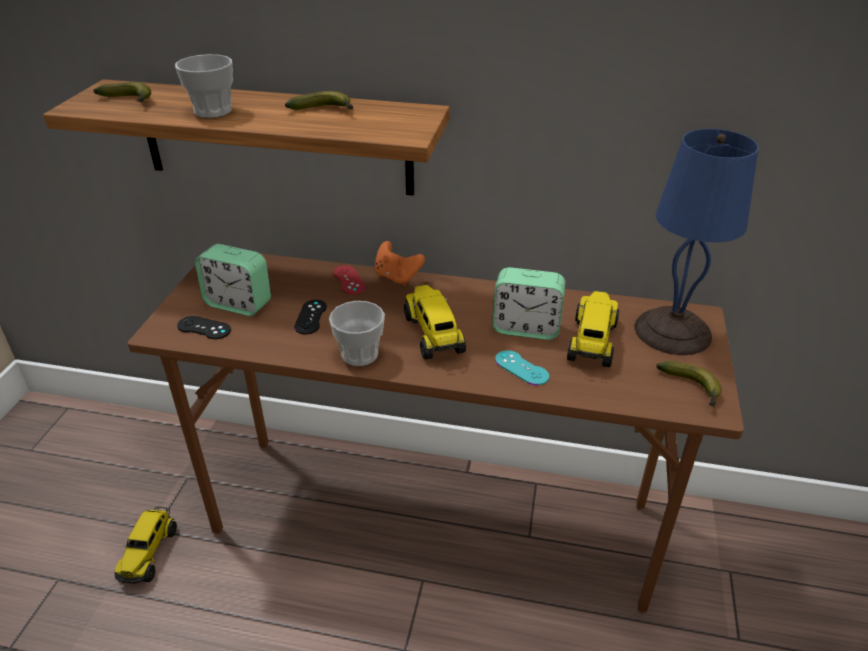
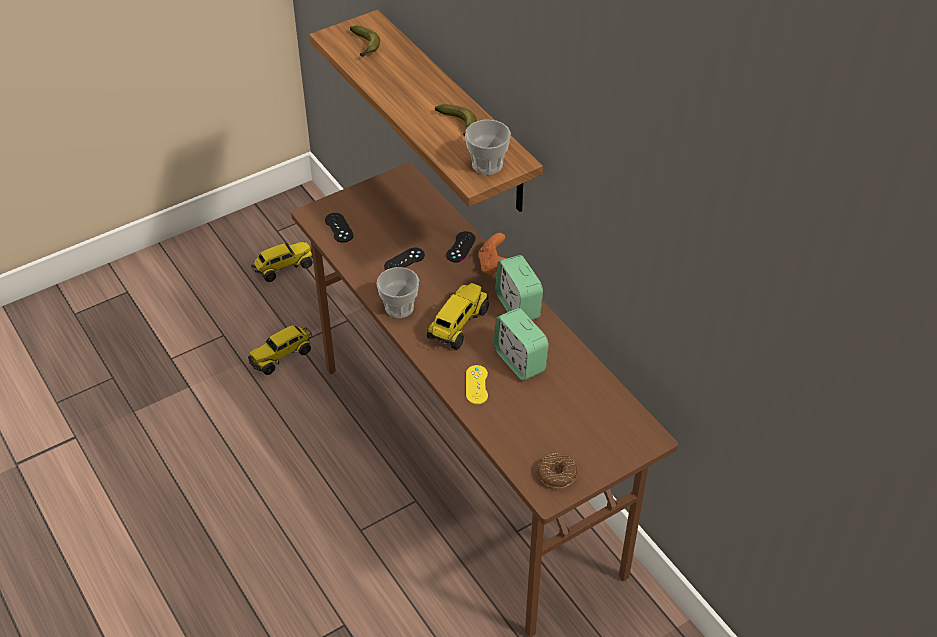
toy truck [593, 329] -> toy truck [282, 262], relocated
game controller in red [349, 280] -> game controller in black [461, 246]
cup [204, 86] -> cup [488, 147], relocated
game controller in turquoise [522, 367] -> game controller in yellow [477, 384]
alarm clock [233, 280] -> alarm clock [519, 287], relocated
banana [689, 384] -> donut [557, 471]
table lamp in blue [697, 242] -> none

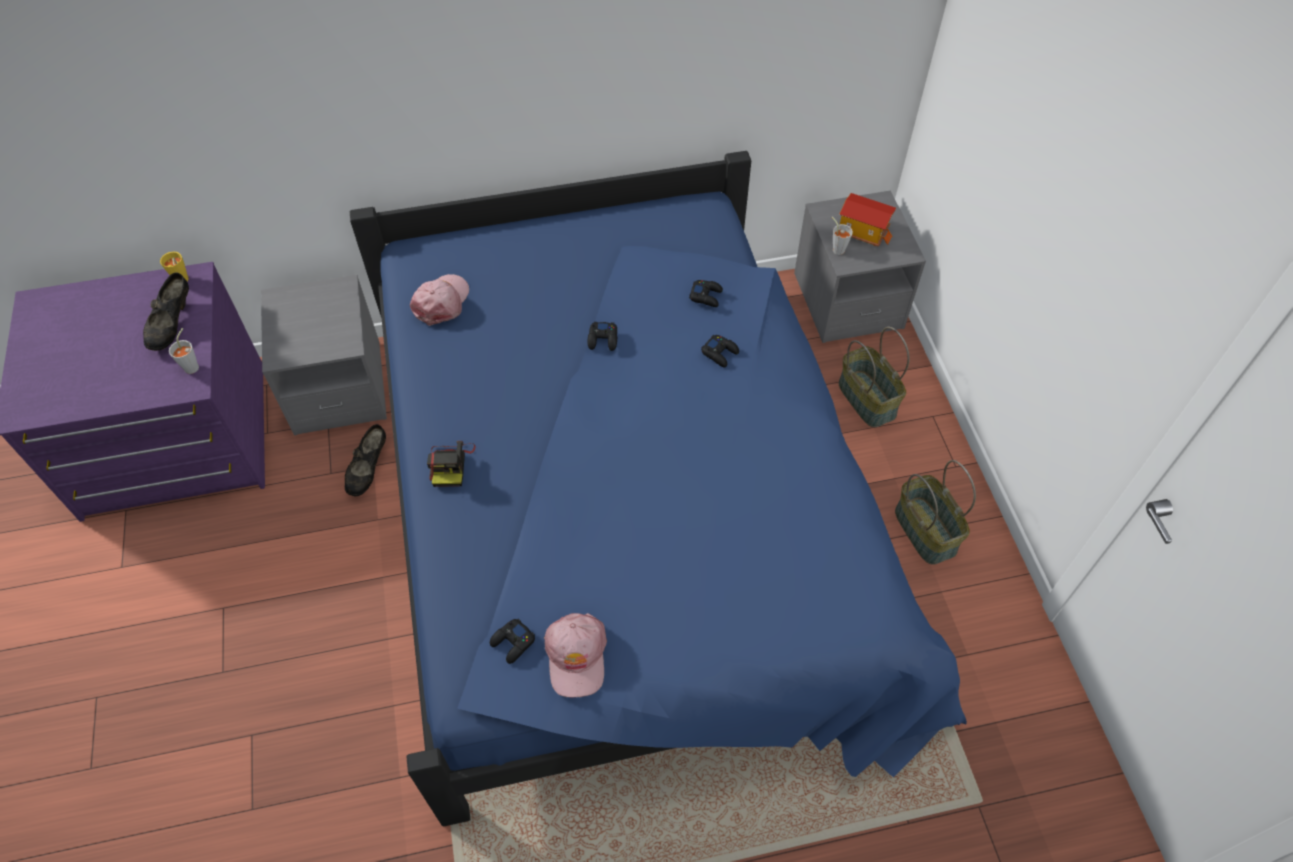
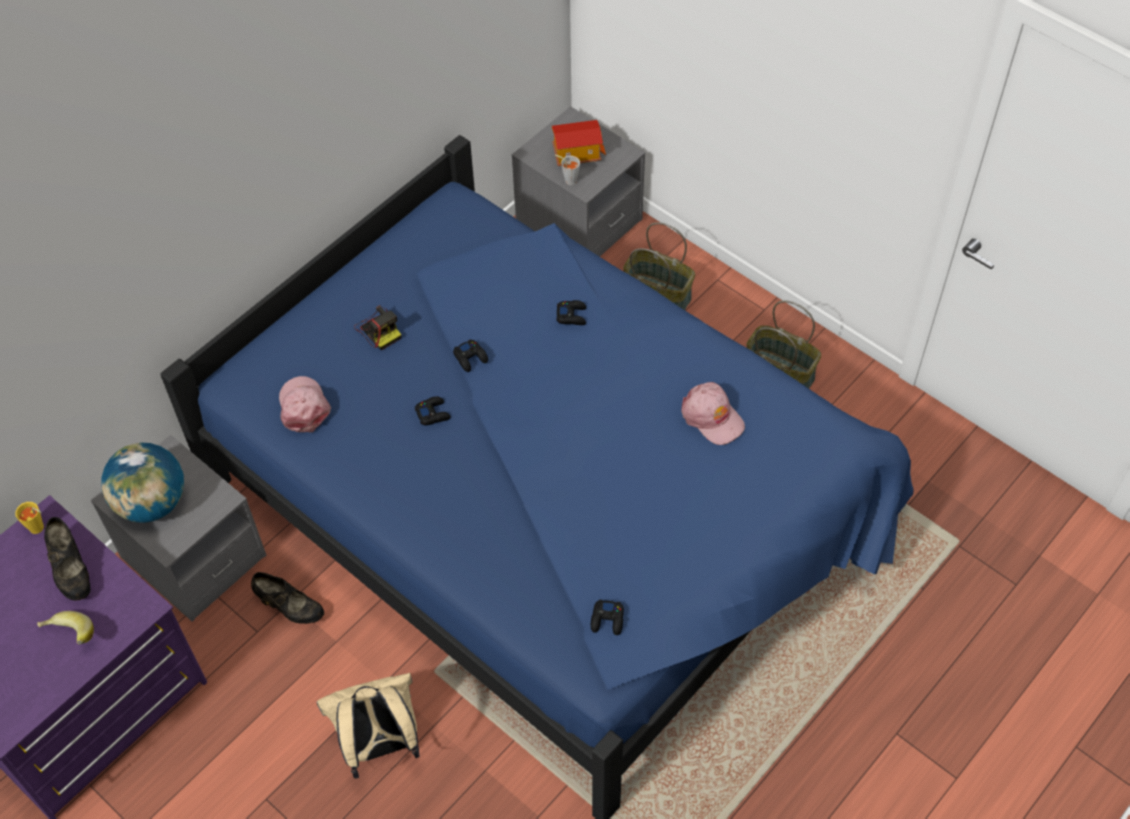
none -> banana [65, 628]
none -> globe [142, 483]
shoe in black [365, 460] -> shoe in black [287, 598], 45 degrees counterclockwise
none -> backpack in beige [368, 726]
photo camera [451, 464] -> photo camera [377, 327], relocated
game controller in black [706, 293] -> game controller in black [433, 411], relocated
cap in pink [575, 655] -> cap in pink [713, 413], relocated
cup in grey [184, 351] -> none

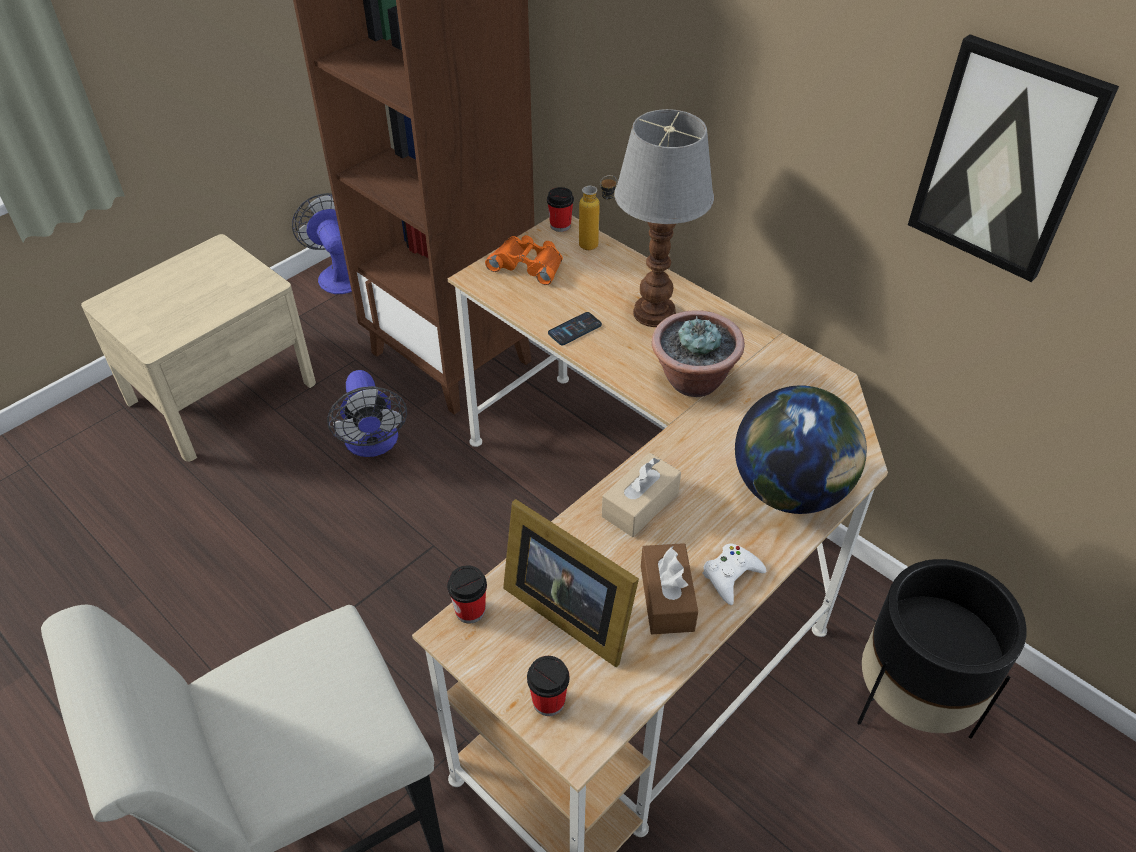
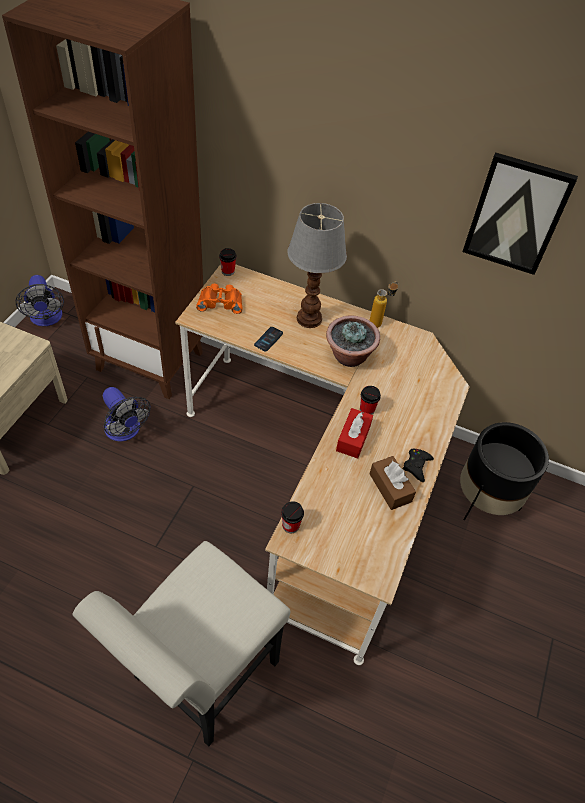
fan [322, 243] -> fan [39, 300], 150 degrees counterclockwise
tissue box in beige [641, 495] -> tissue box in red [354, 433]
cup [548, 686] -> cup [370, 400], relocated
bottle [598, 212] -> bottle [383, 305], relocated
game controller in white [734, 574] -> game controller in black [418, 465]
picture frame [571, 583] -> none
globe [801, 449] -> none

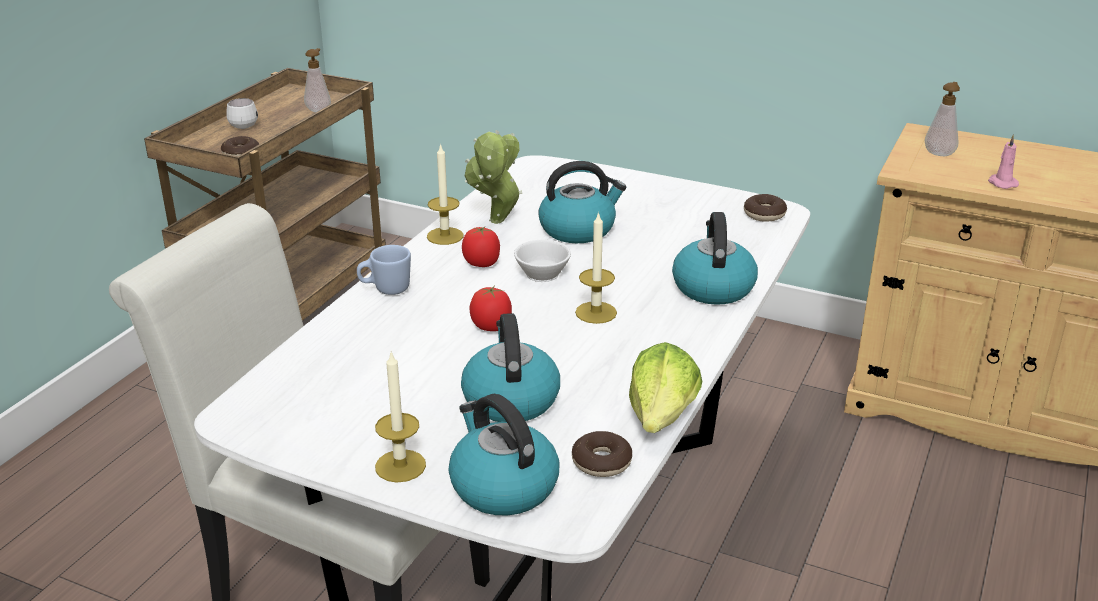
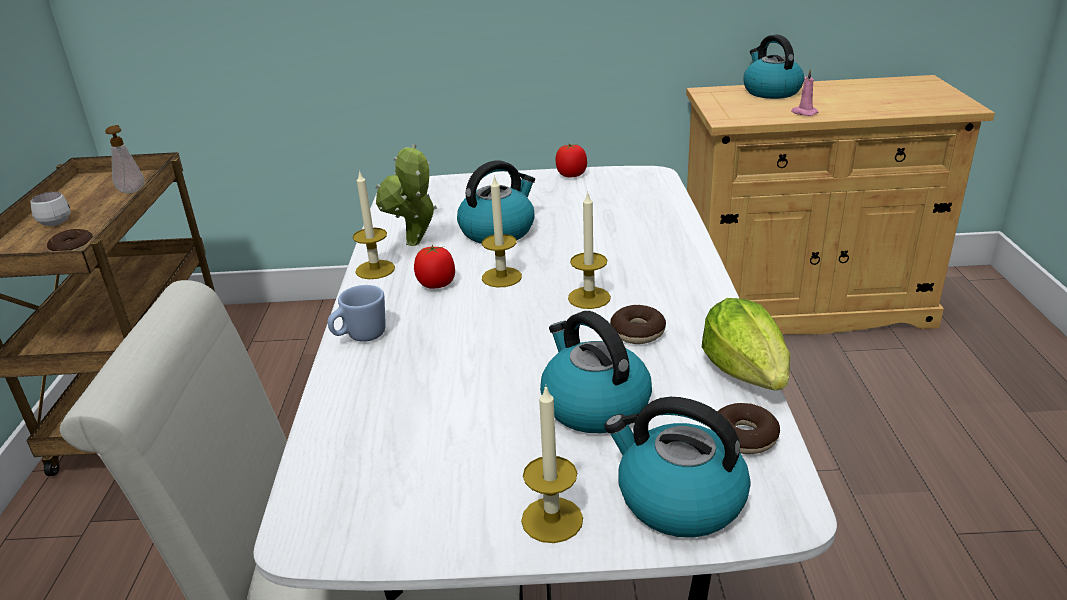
cup in white [542, 260] -> candle [502, 231]
tomato [491, 308] -> tomato [571, 160], relocated
donut [765, 208] -> donut [638, 324], relocated
kettle [715, 258] -> kettle [773, 66], relocated
soap dispenser [942, 119] -> none

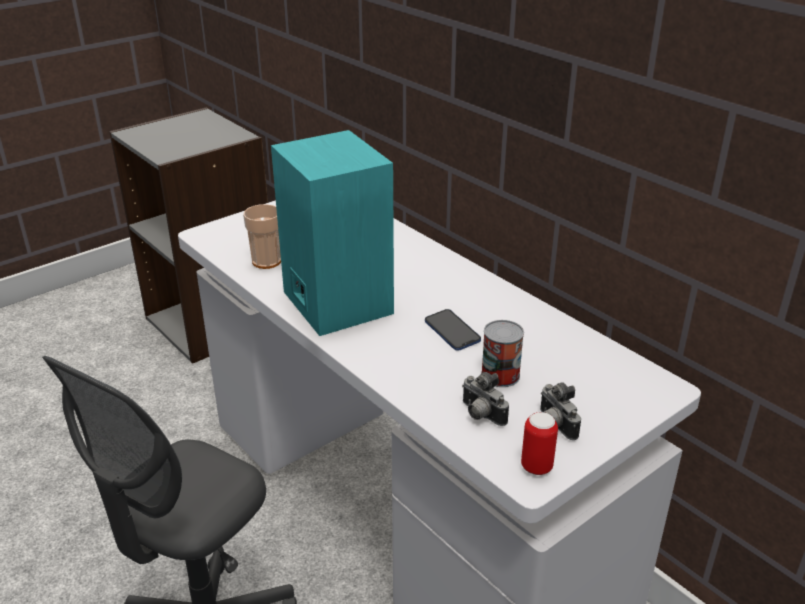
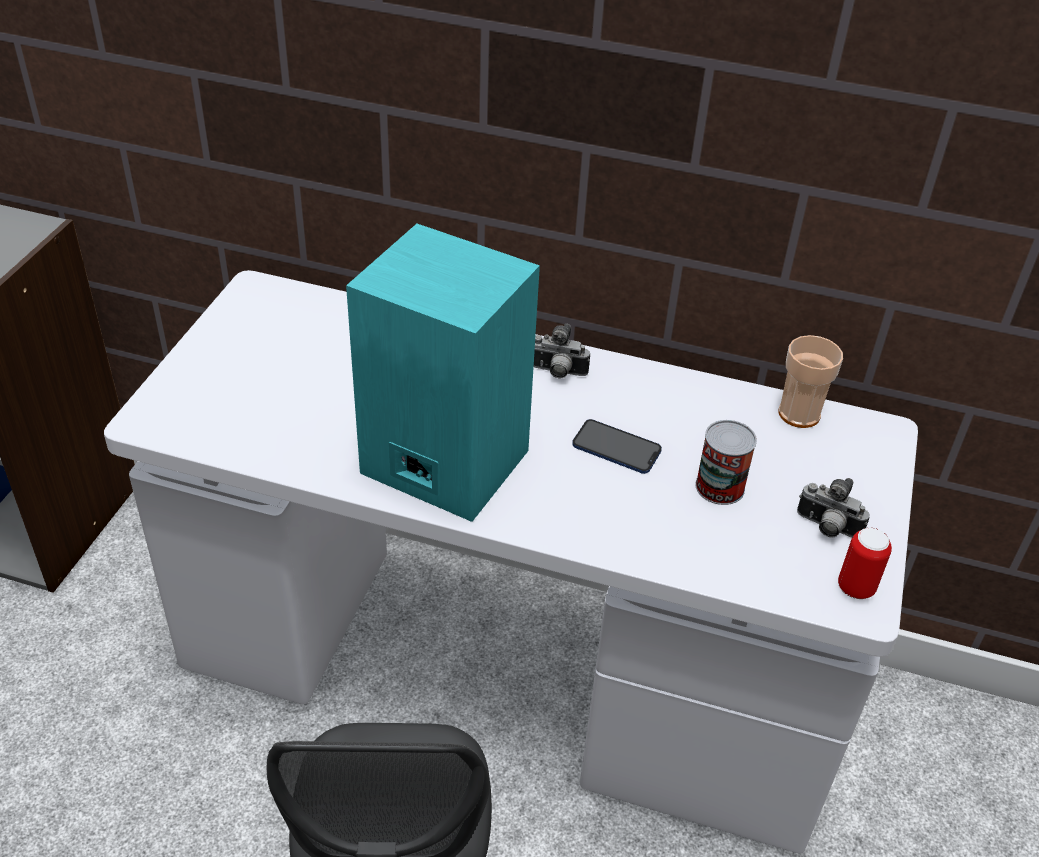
photo camera [485, 399] -> photo camera [562, 351], relocated
cup [262, 236] -> cup [810, 381], relocated

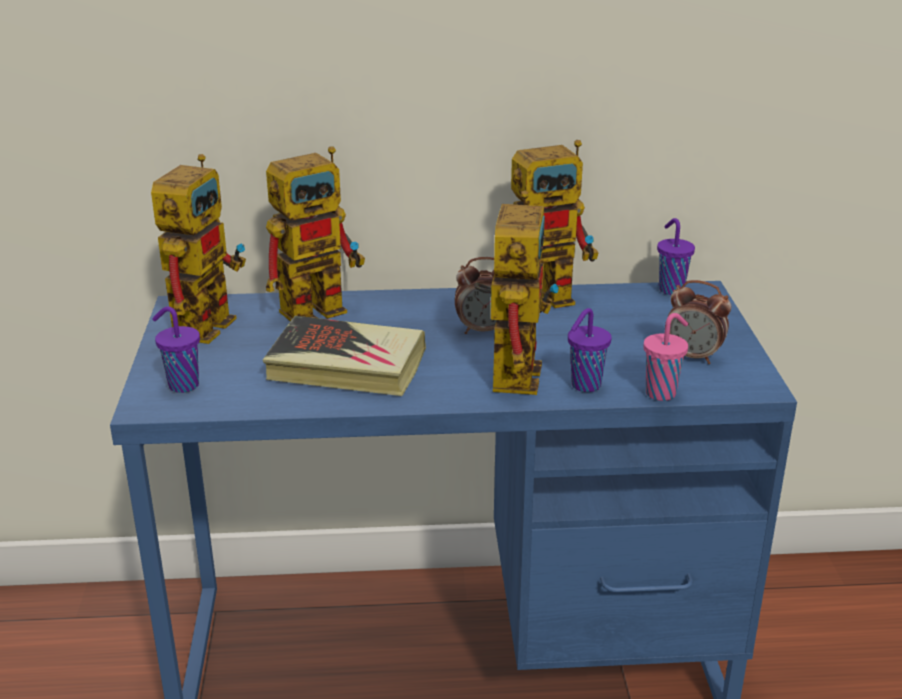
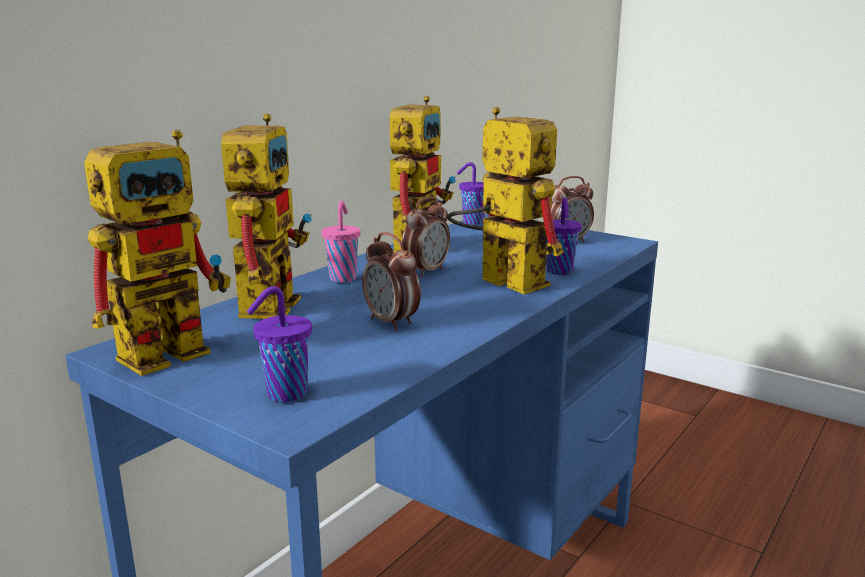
toy robot [198, 249] -> toy robot [157, 253], 75 degrees clockwise
cup in pink [666, 357] -> cup in pink [341, 242], relocated
book [344, 356] -> alarm clock [391, 281]

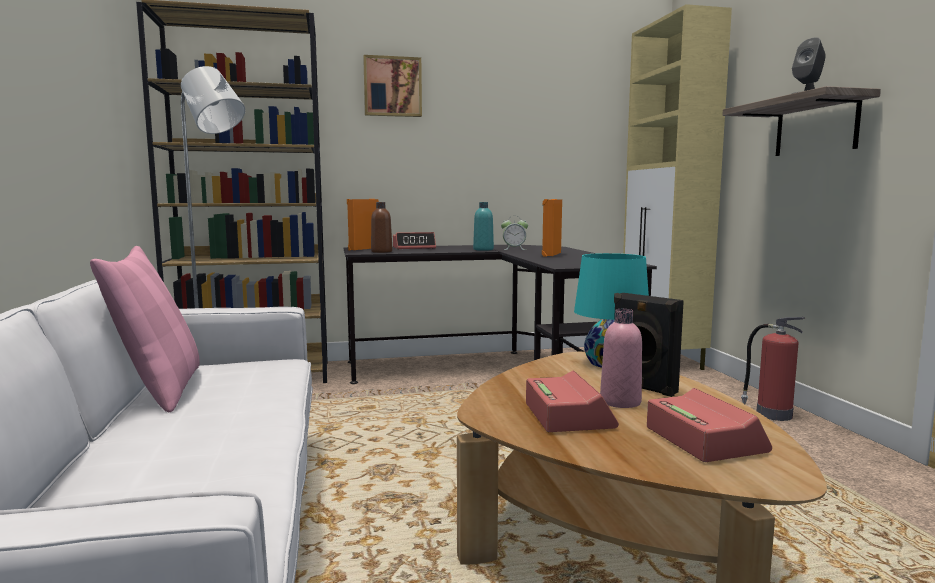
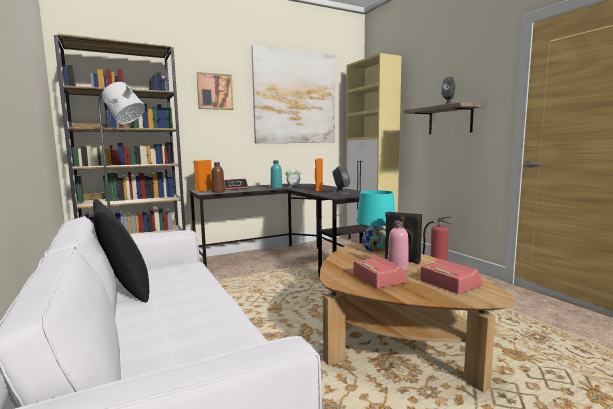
pillow in pink [145, 329] -> pillow in black [121, 250]
none -> picture [293, 94]
none -> speaker in grey [341, 180]

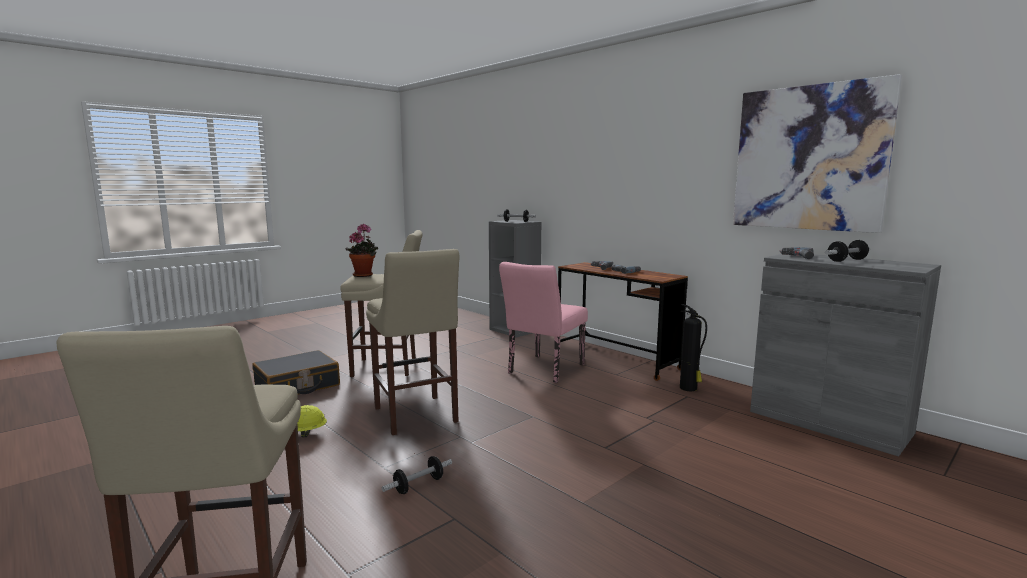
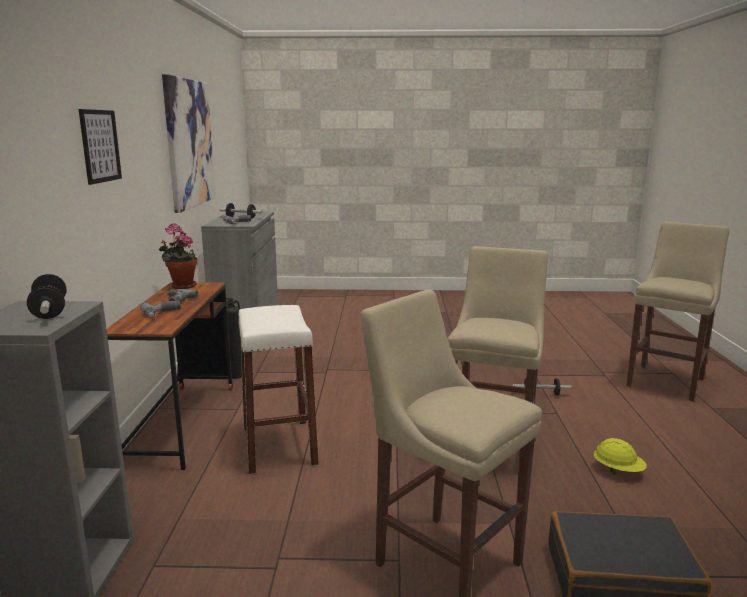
none -> picture [100, 147]
potted plant [361, 250] -> potted plant [178, 256], relocated
chair in pink [543, 322] -> stool in white [278, 389]

